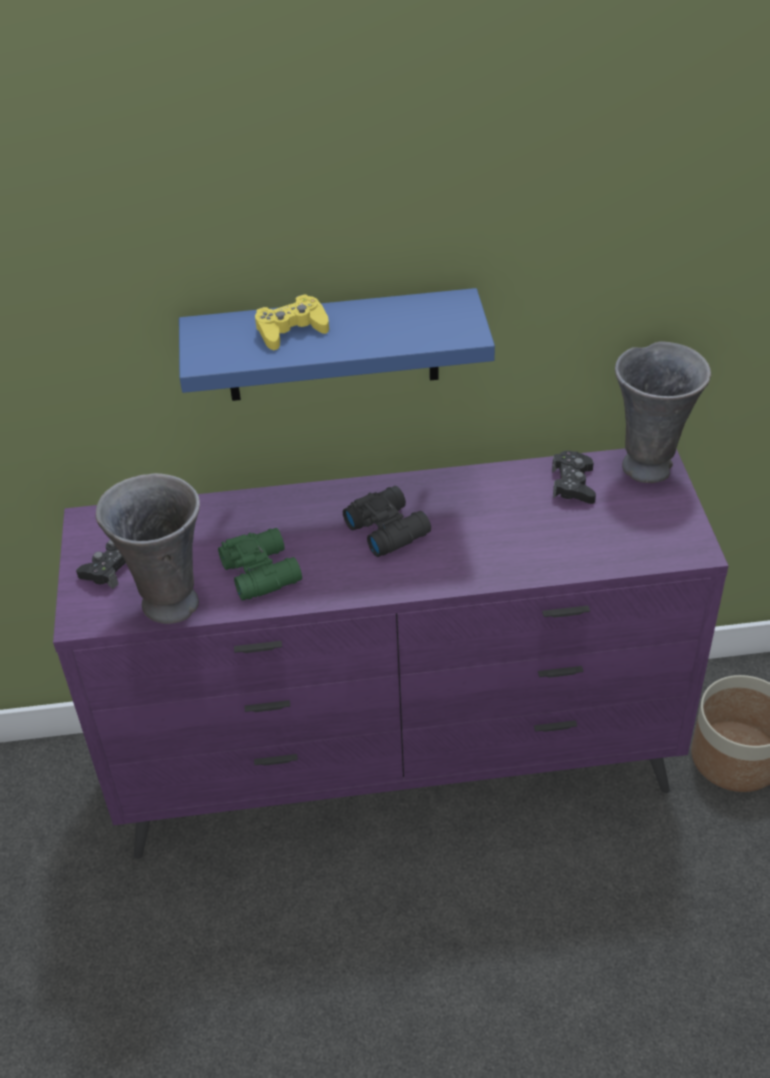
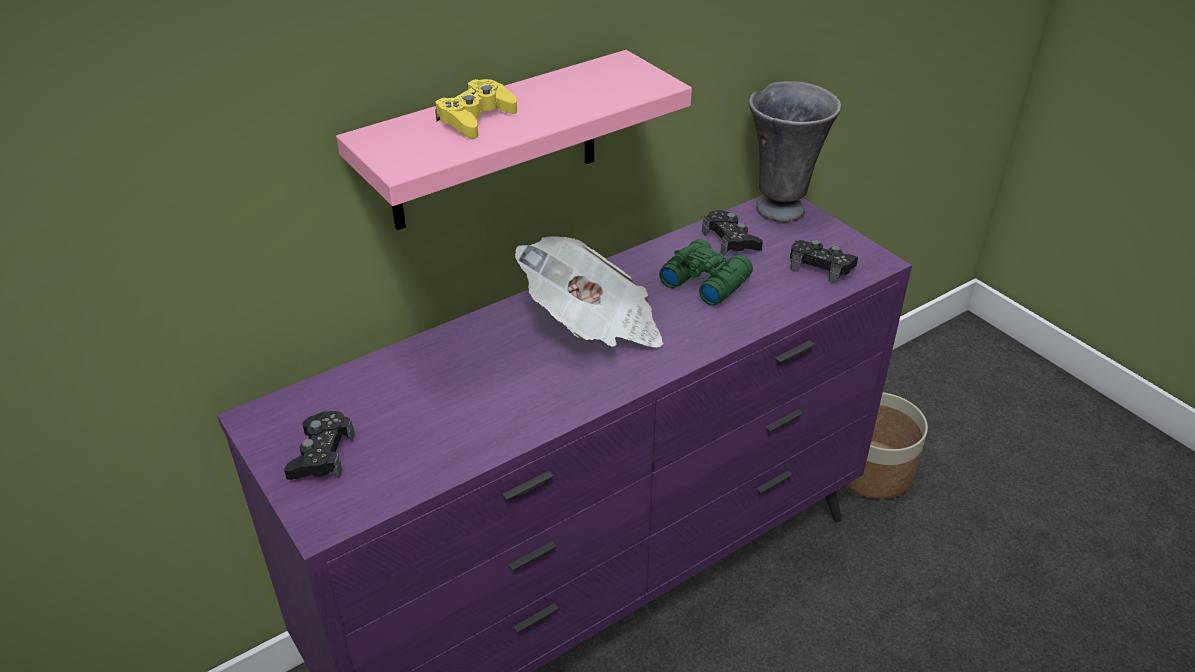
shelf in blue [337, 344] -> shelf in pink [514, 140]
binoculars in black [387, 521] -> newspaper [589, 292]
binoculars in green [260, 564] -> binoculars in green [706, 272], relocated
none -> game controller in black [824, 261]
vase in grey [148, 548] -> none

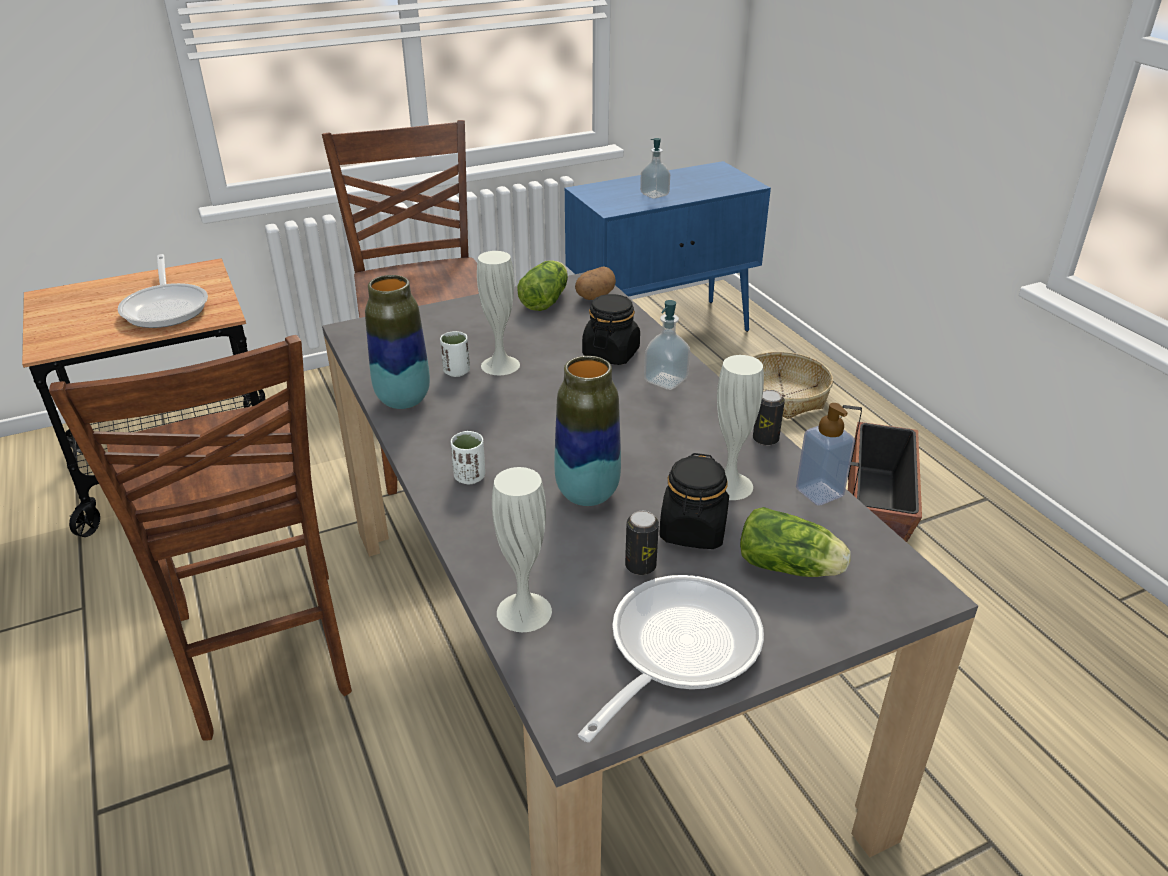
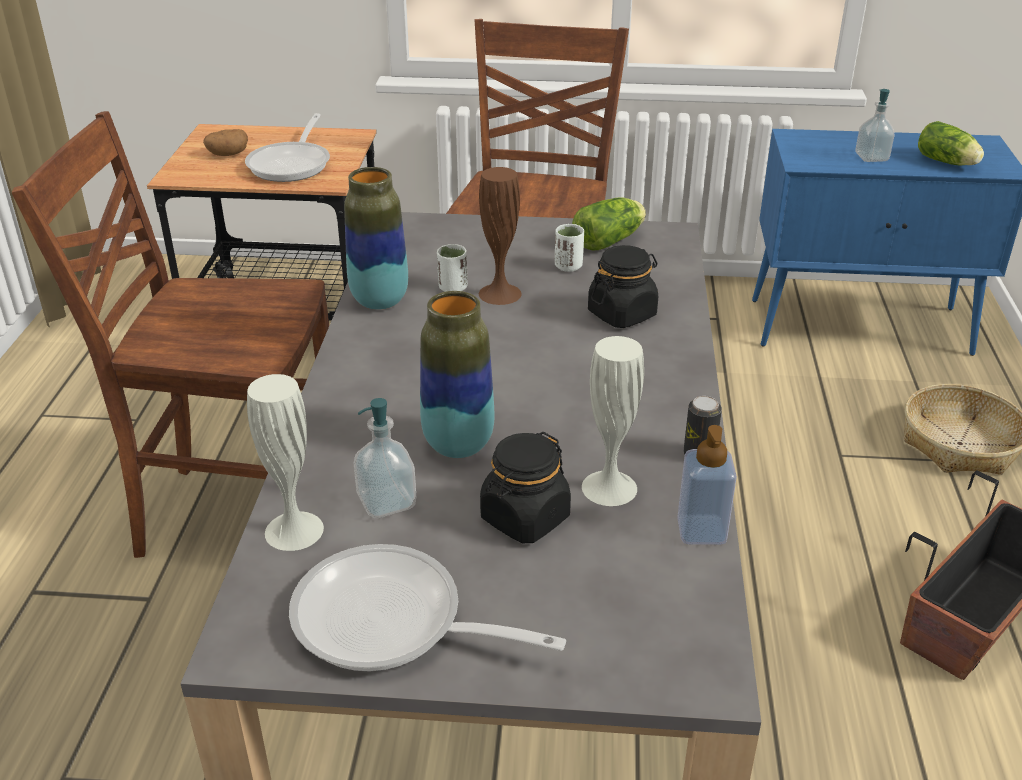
chair in brown [200, 538] -> chair in brown [170, 334], 90 degrees clockwise
potato [595, 283] -> potato [225, 142], relocated
frying pan [671, 658] -> frying pan [427, 607], 135 degrees counterclockwise
soap dispenser [667, 345] -> soap dispenser [384, 458], relocated
vase in white [498, 313] -> vase in brown [500, 236]
cup in white [468, 457] -> cup in white [569, 248], relocated
lettuce [795, 542] -> lettuce [951, 143], relocated
can [642, 543] -> none

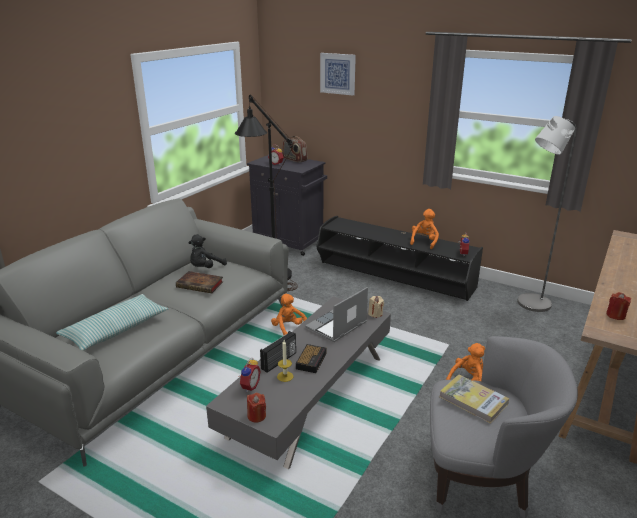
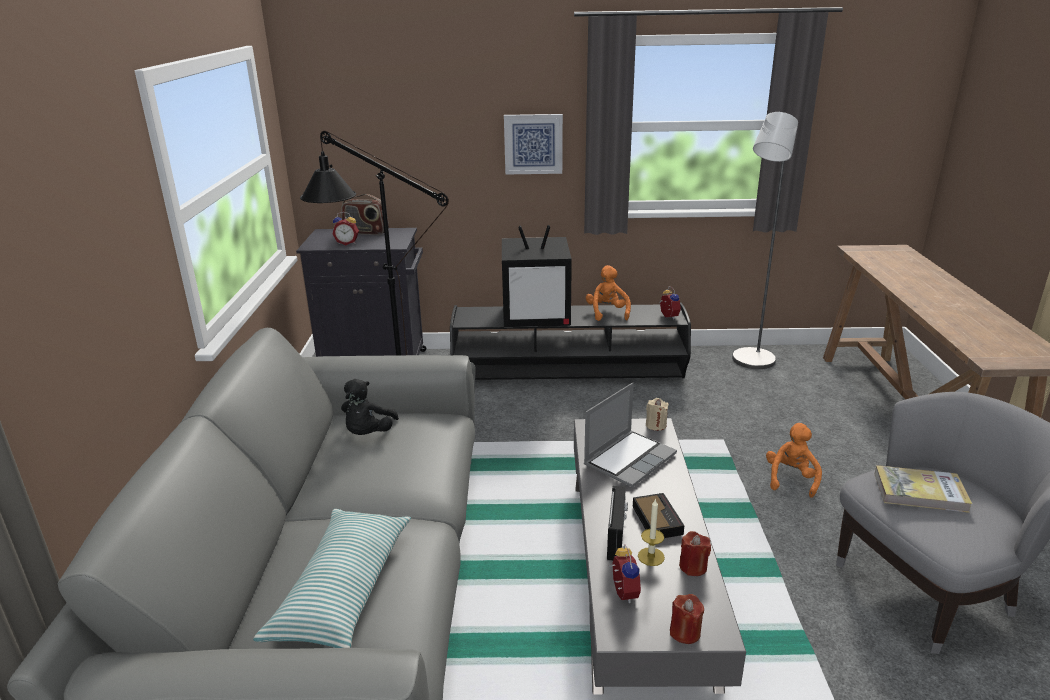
none -> television [537, 276]
picture [338, 74] -> picture [533, 144], relocated
laptop [336, 314] -> laptop [630, 435], 150 degrees counterclockwise
candle in red [618, 306] -> candle in red [695, 553], relocated
book [199, 282] -> none
plush toy in orange [289, 314] -> none

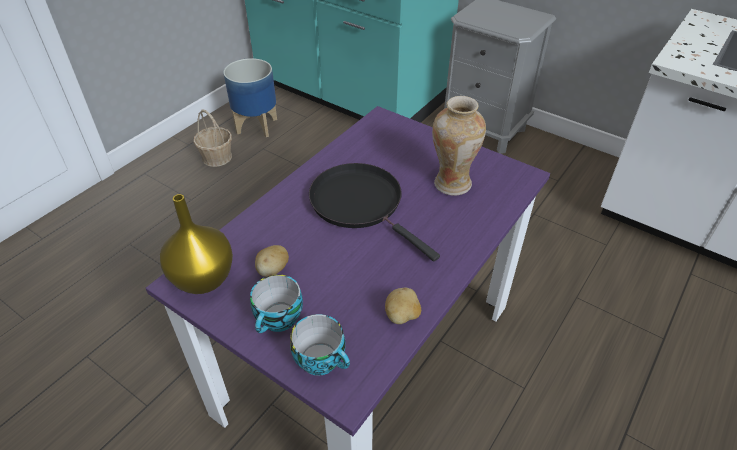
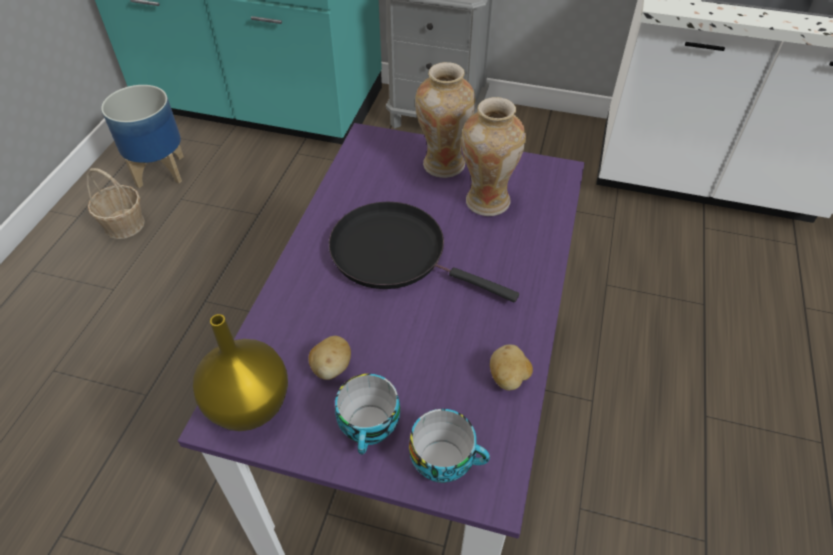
none -> vase [445, 120]

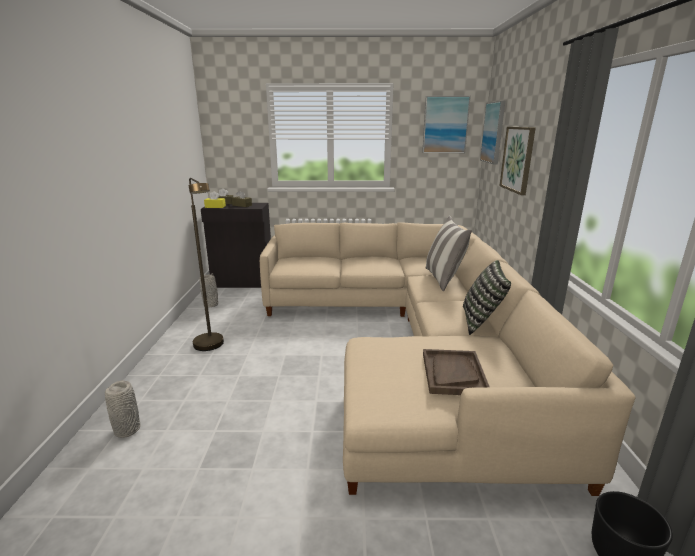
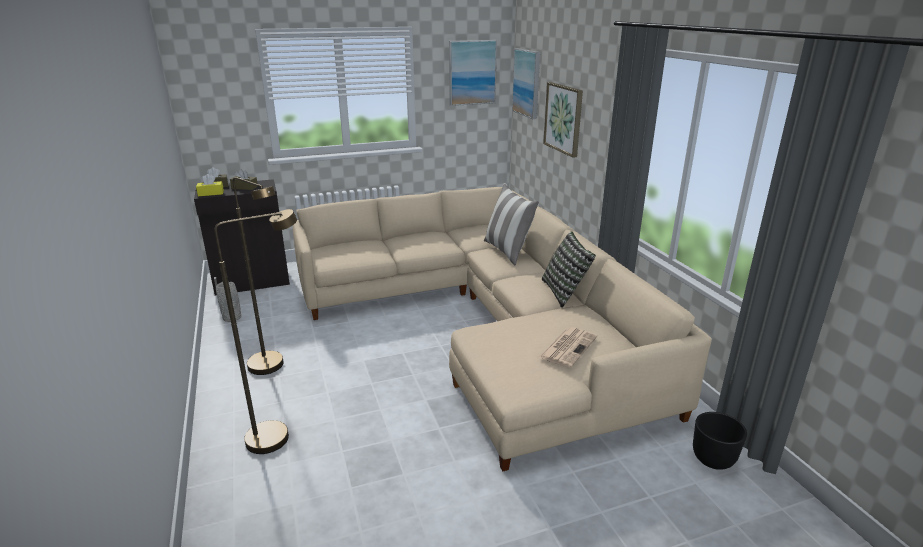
none -> floor lamp in brown [256, 331]
tray in brown [456, 372] -> newspaper [568, 347]
vase in grey [122, 409] -> none

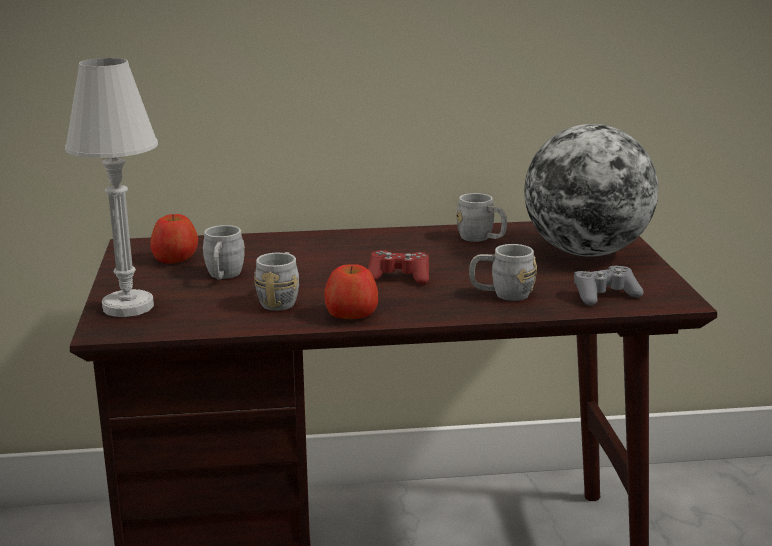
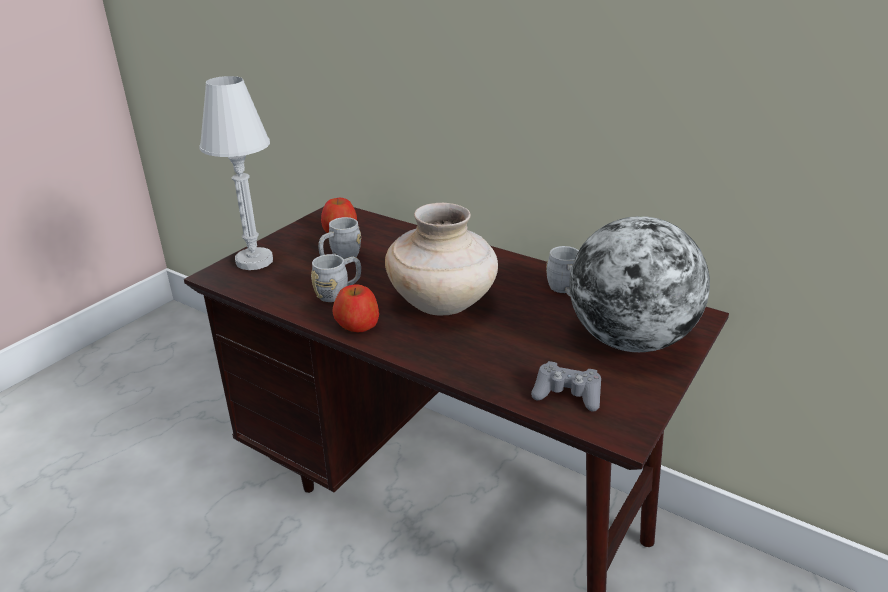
game controller in red [398, 267] -> vase in beige [441, 259]
mug in grey [503, 272] -> none

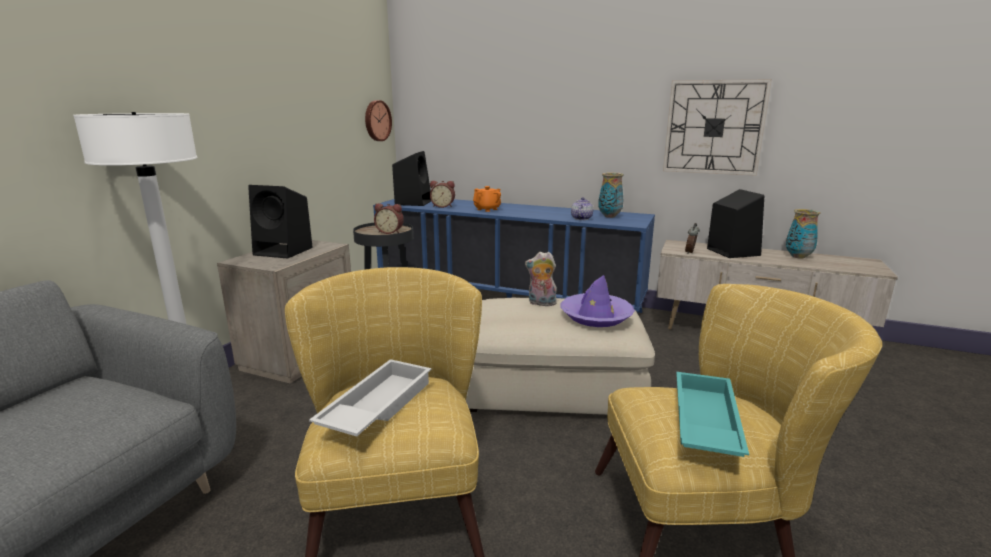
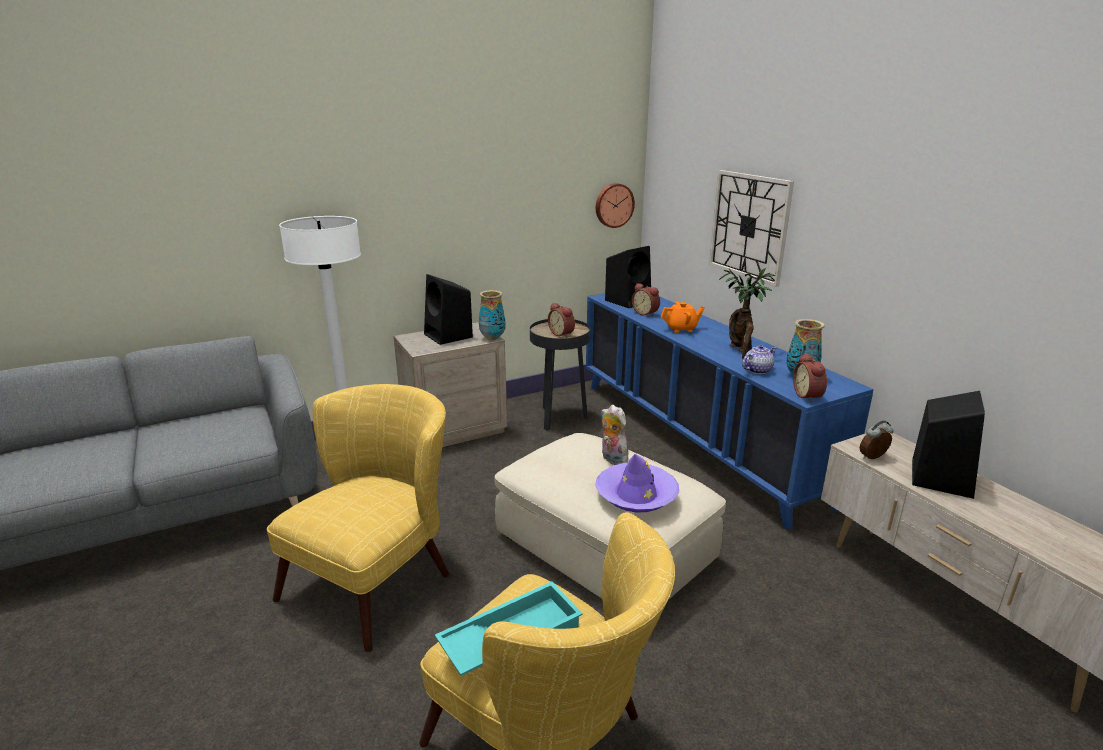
vase [803, 234] -> vase [492, 315], relocated
wall clock [717, 127] -> wall clock [751, 228], relocated
none -> potted plant [747, 313]
none -> alarm clock [810, 378]
tray in white [370, 398] -> none

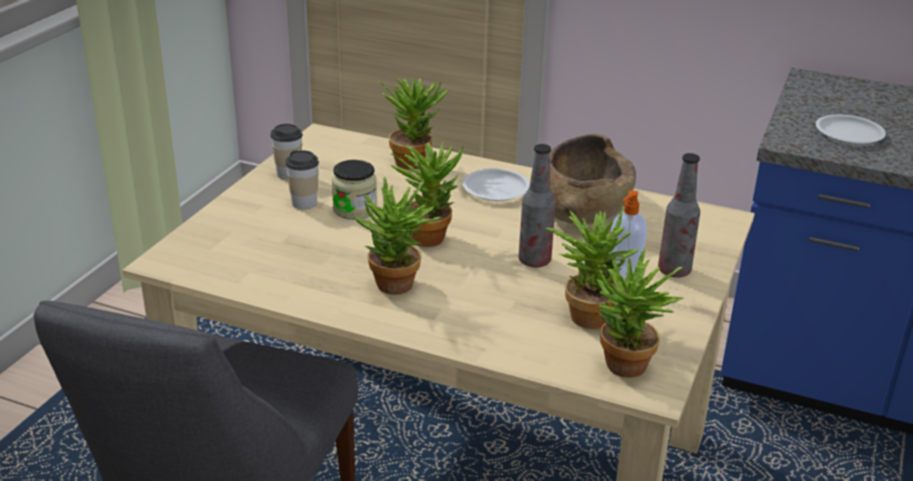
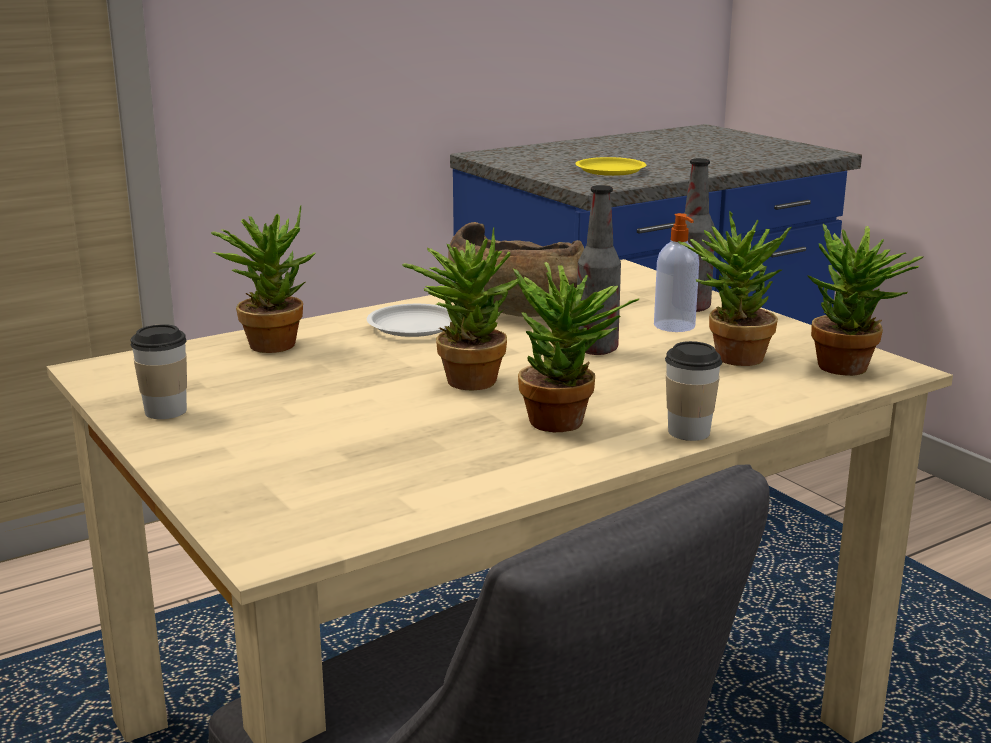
plate in white [851, 130] -> plate in yellow [610, 166]
cup [302, 179] -> cup [693, 391], relocated
jar [354, 190] -> none

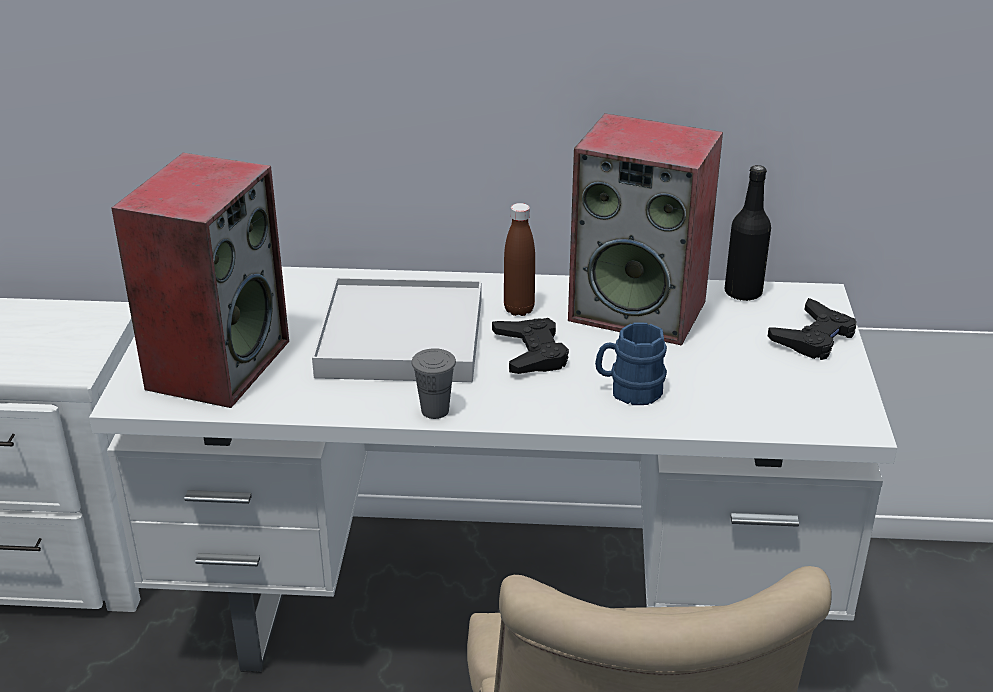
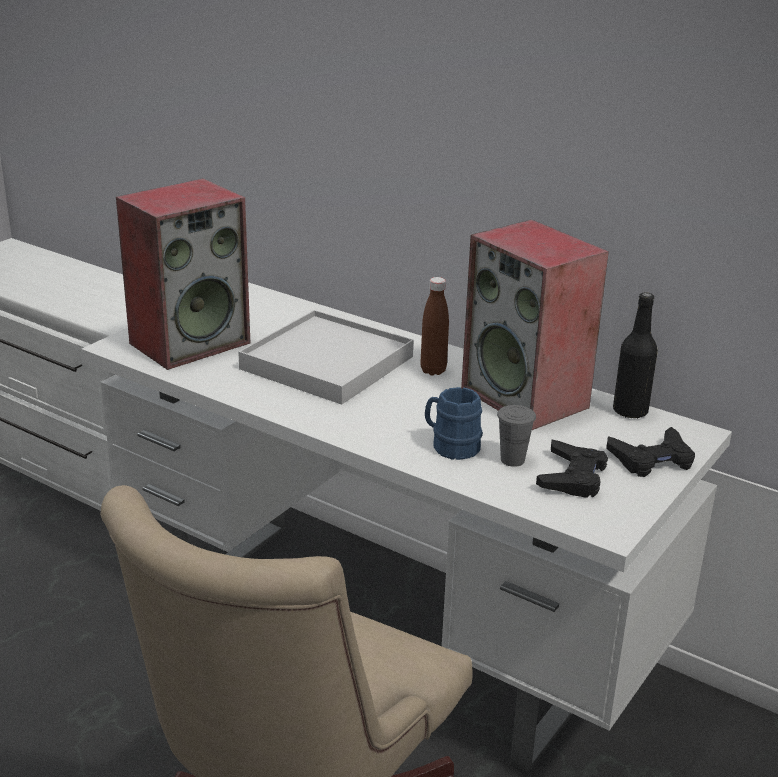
cup in grey [433, 383] -> cup in grey [516, 436], relocated
game controller in black [530, 346] -> game controller in black [572, 469], relocated

